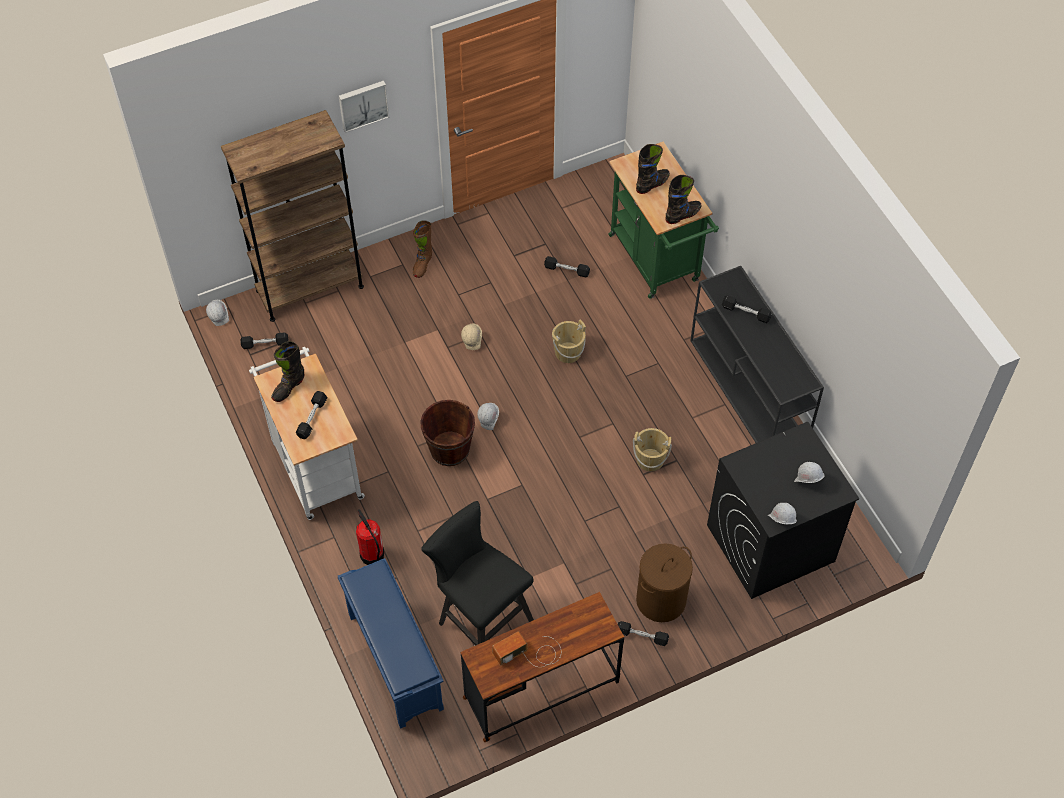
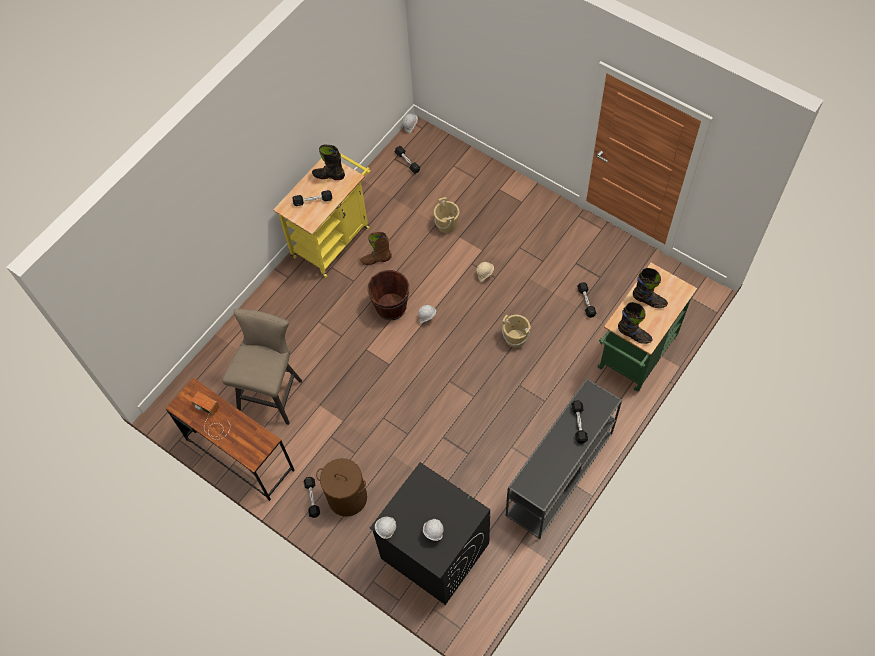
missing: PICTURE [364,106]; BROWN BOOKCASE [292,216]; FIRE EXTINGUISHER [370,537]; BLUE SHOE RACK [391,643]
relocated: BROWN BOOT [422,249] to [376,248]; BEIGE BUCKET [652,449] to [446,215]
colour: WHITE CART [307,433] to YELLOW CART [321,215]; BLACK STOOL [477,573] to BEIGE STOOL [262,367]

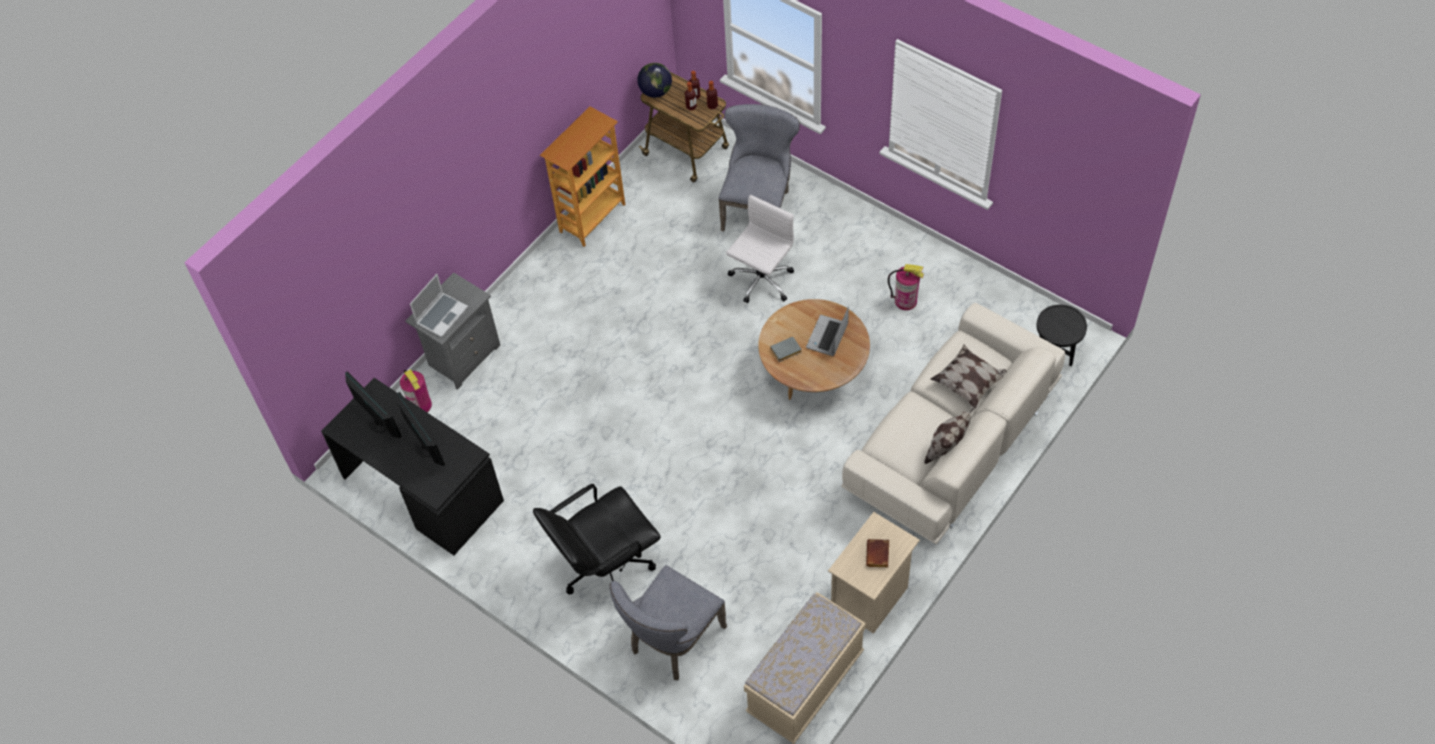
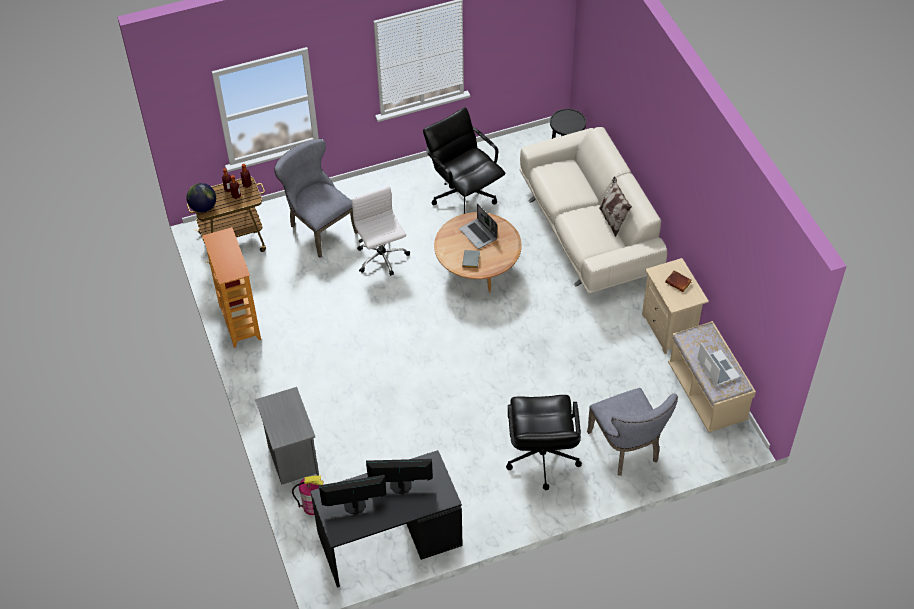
missing: PILLOW [969,377]
relocated: LAPTOP [439,305] to [718,365]
exchanged: FIRE EXTINGUISHER [906,287] to BLACK OFFICE CHAIR [464,160]

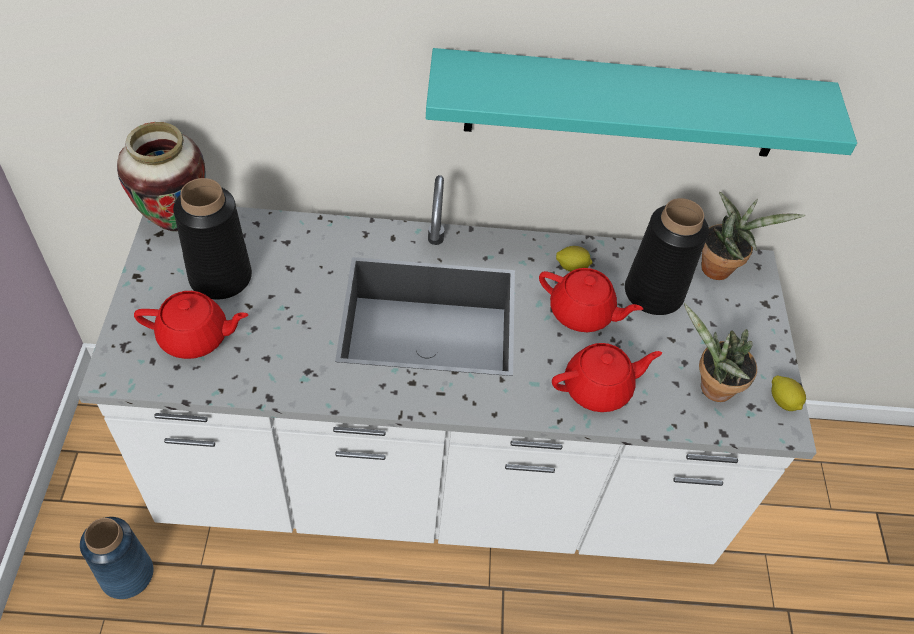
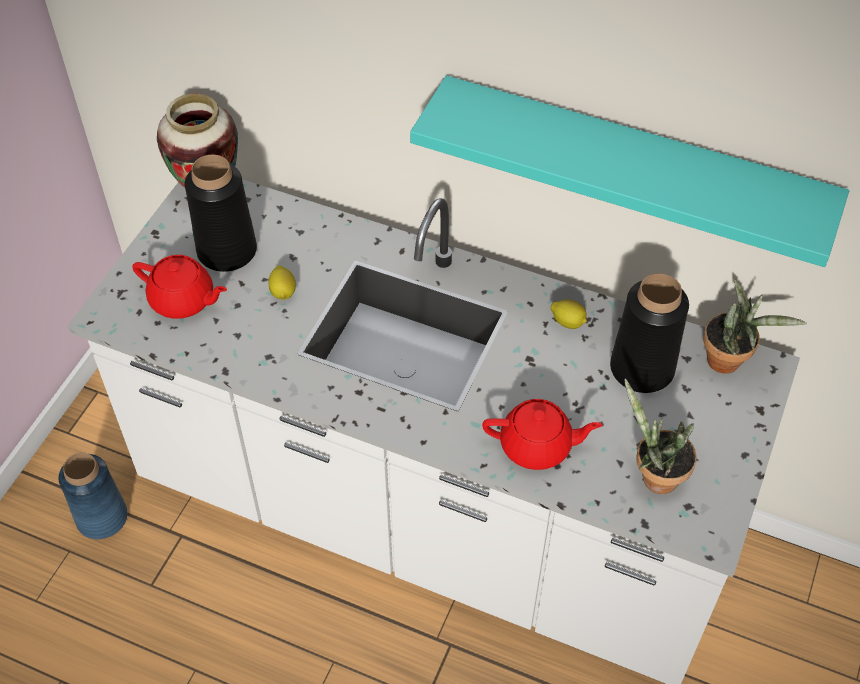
missing: RED TEAPOT [591,300]
relocated: LEMON [788,393] to [282,282]

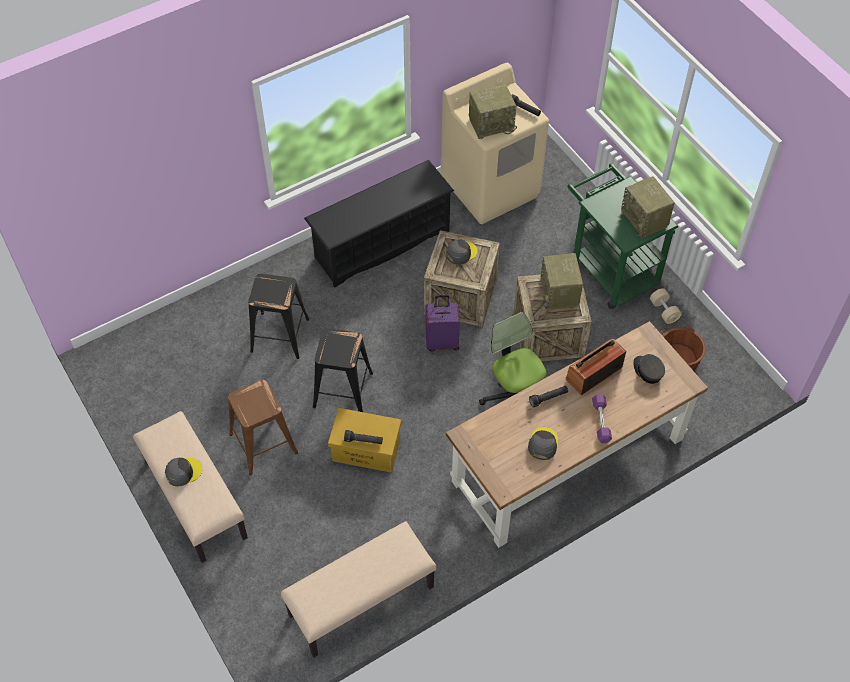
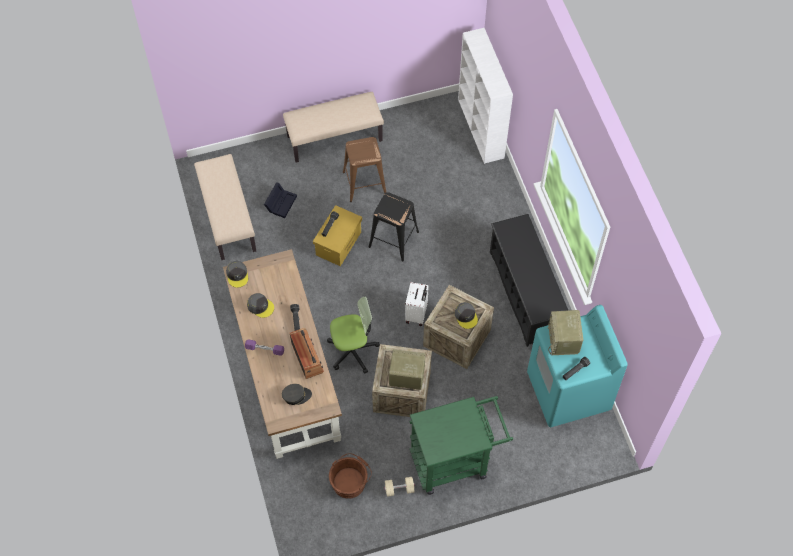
missing: RADIO [648,207]; BLACK STOOL [278,316]
appeared: WHITE BOOKCASE [485,96]; BLACK STORAGE BOX [280,200]
relocated: GREY CAP [183,472] to [237,274]
colour: BEIGE WASHING MACHINE [495,143] to TURQUOISE WASHING MACHINE [577,366]; PURPLE SUITCASE [443,323] to WHITE SUITCASE [417,304]

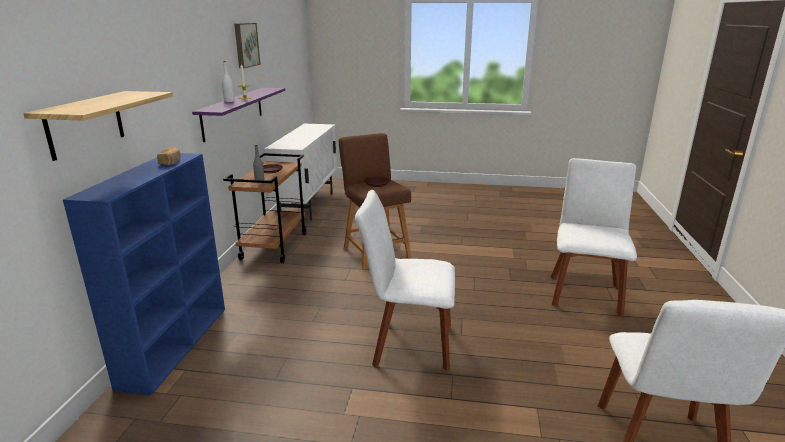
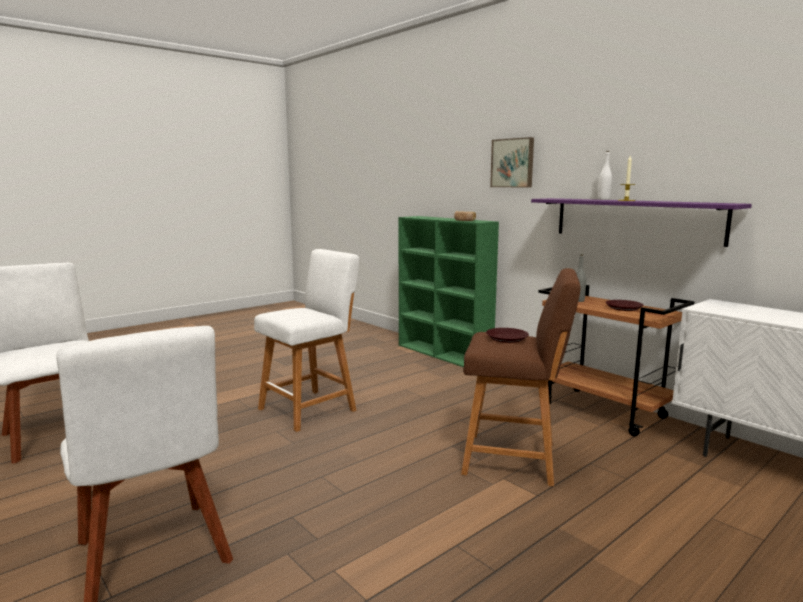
missing: SHELF [98,126]
relocated: PICTURE [247,45] to [512,162]
exchanged: WHITE CHAIR [405,280] to WHITE STOOL [307,340]
colour: BLUE BOOKCASE [144,274] to GREEN BOOKCASE [449,291]

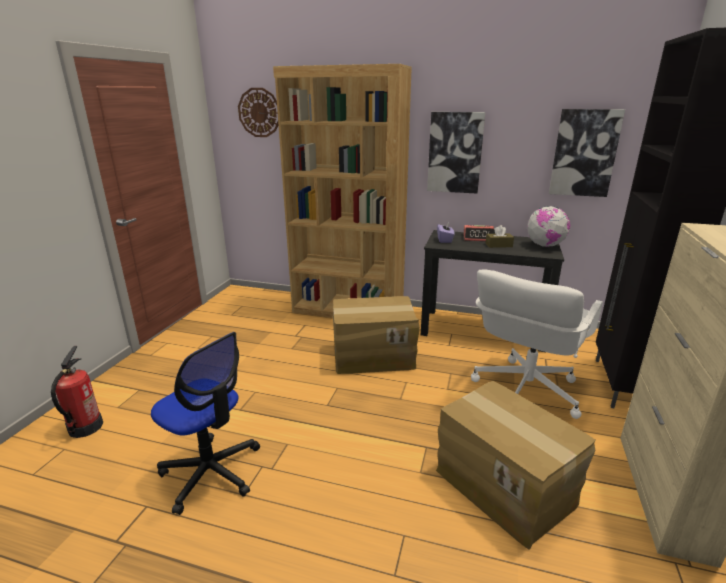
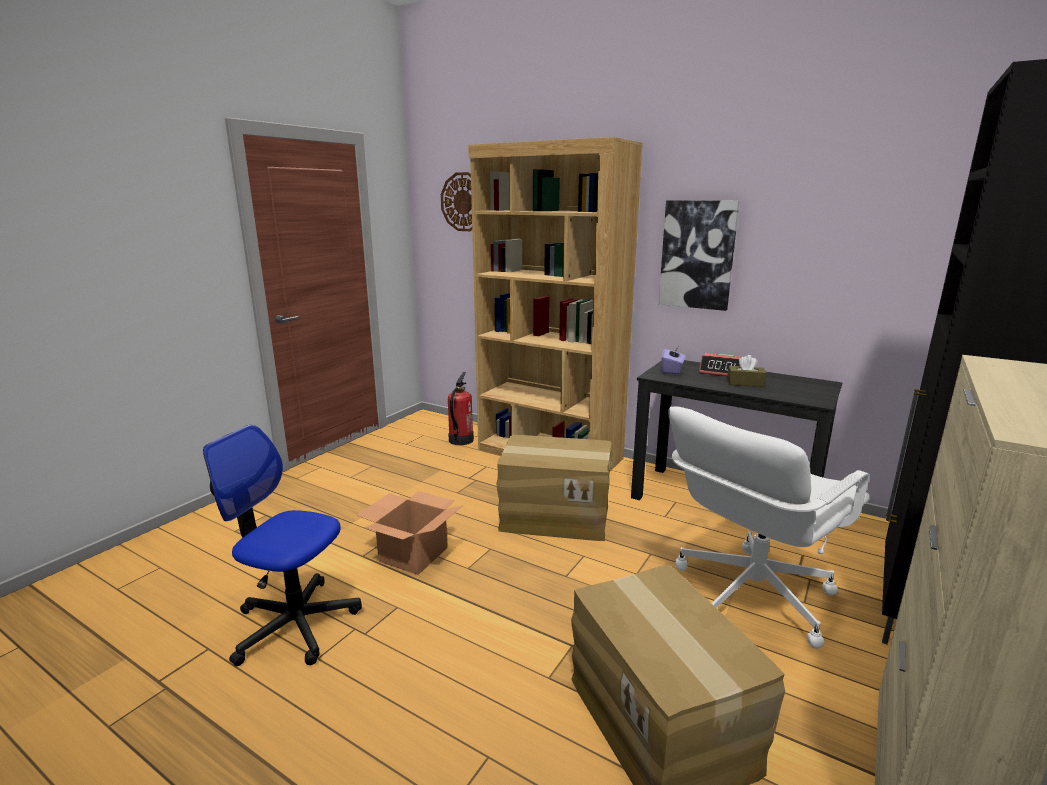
missing: PICTURE [587,153]; GLOBE [548,226]
appeared: CARDBOARD BOX [409,533]
relocated: FIRE EXTINGUISHER [77,392] to [461,408]
spun: OFFICE CHAIR [205,423] = [282,545] 150 degrees clockwise

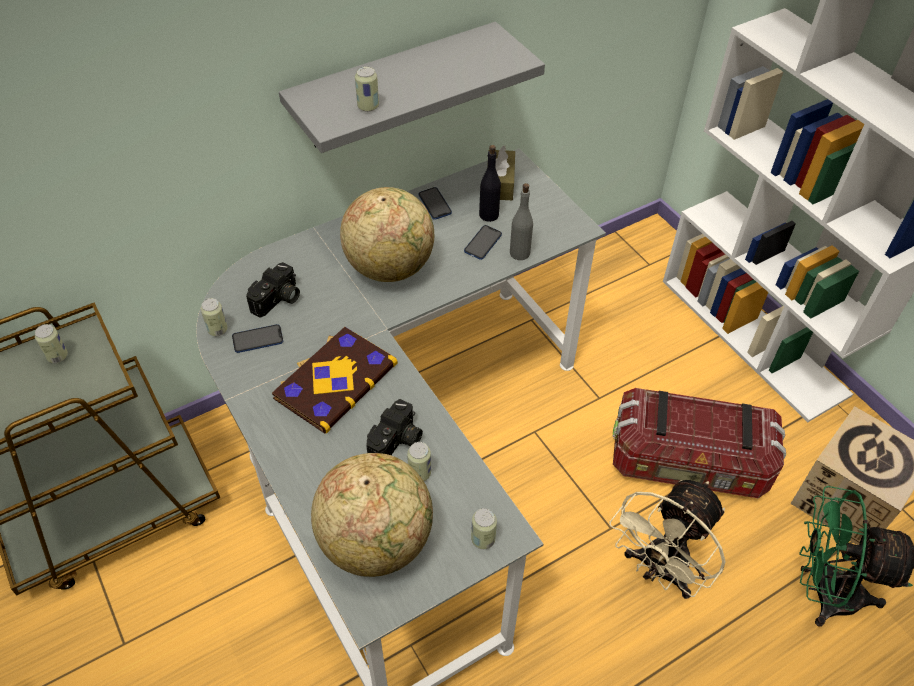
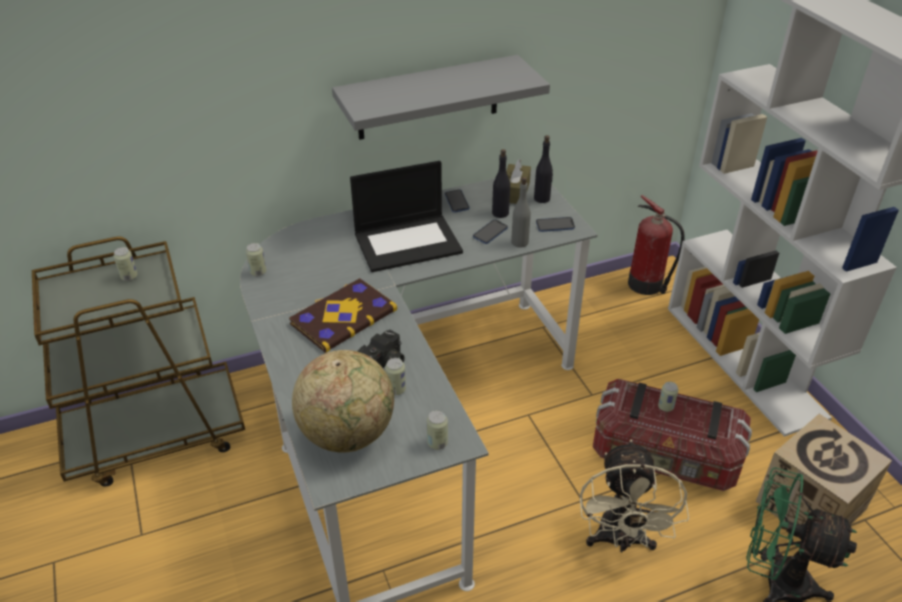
missing: PHOTO CAMERA [273,290]
appeared: BLACK BOTTLE [543,169]; FIRE EXTINGUISHER [656,245]
relocated: CAN [367,89] to [668,397]; PHONE [257,338] to [555,224]
exchanged: GLOBE [387,234] to LAPTOP [406,216]
spun: BEIGE FAN [667,539] = [634,496] 45 degrees counterclockwise

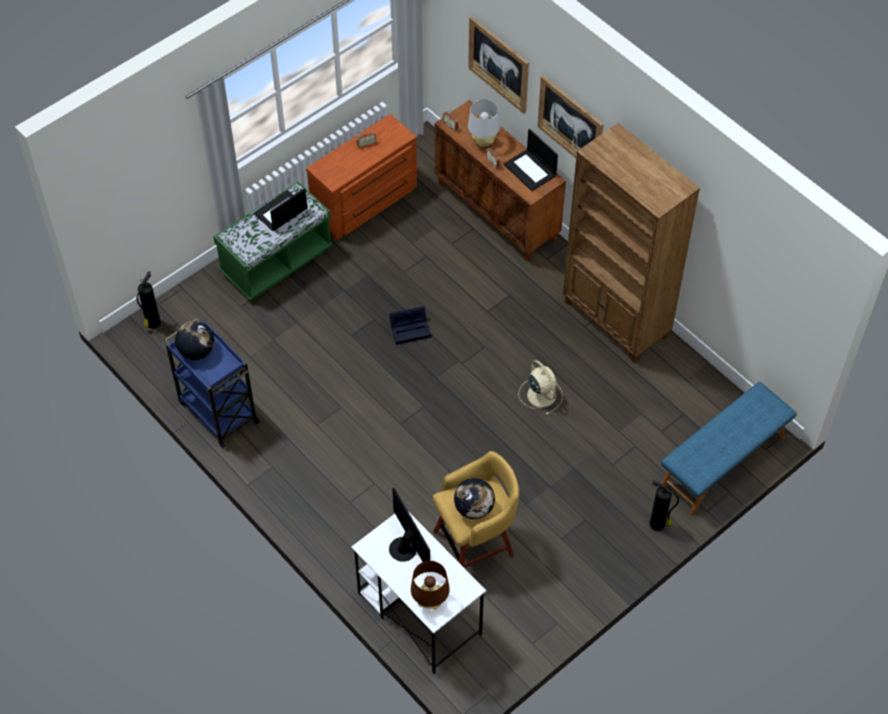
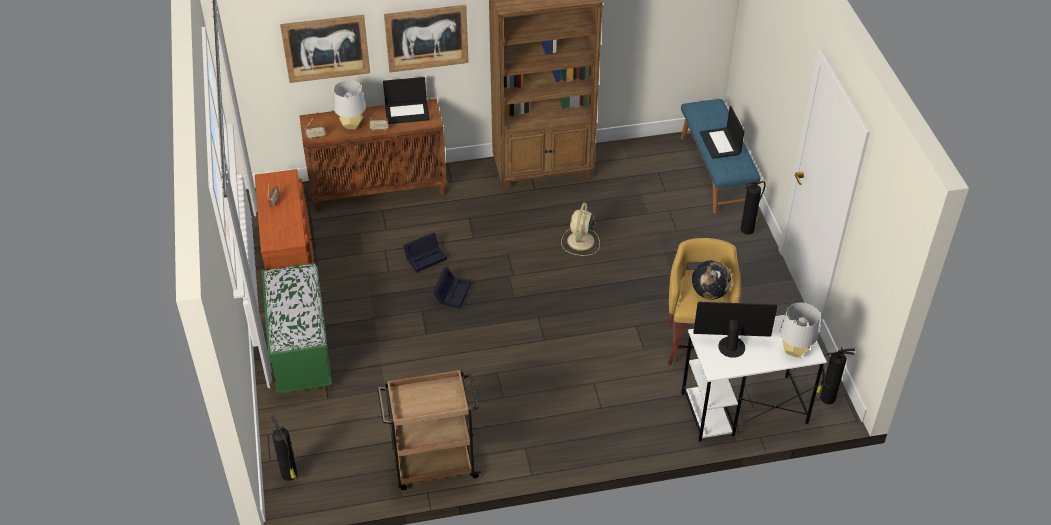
missing: GLOBE [195,340]
appeared: BLACK STORAGE BOX [425,252]; FIRE EXTINGUISHER [835,375]
relocated: LAPTOP [280,209] to [722,132]
colour: BLUE CART [212,383] to BROWN CART [429,429]; BROWN TABLE LAMP [430,585] to GREY TABLE LAMP [800,330]
spun: BEIGE FAN [541,387] = [580,229] 75 degrees counterclockwise

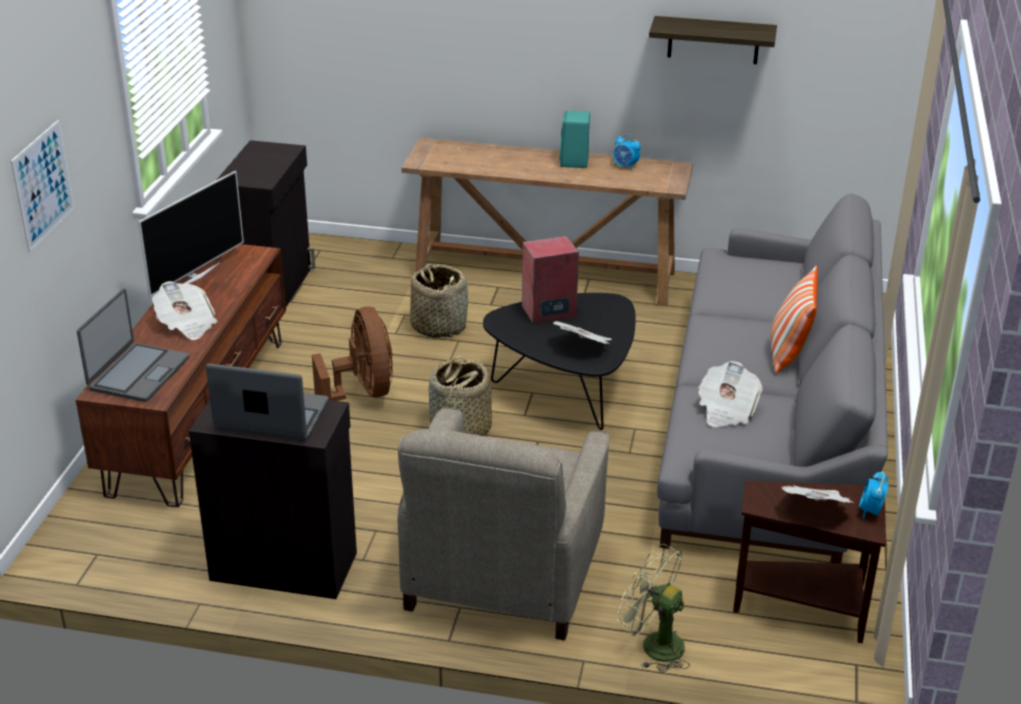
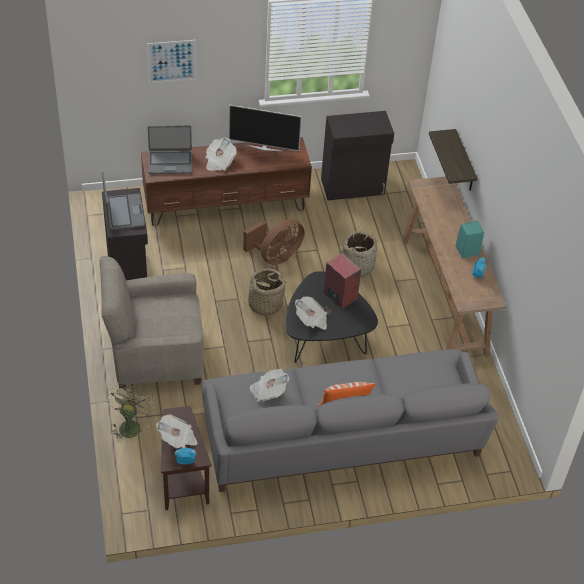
relocated: SHELF [713,40] to [453,160]

